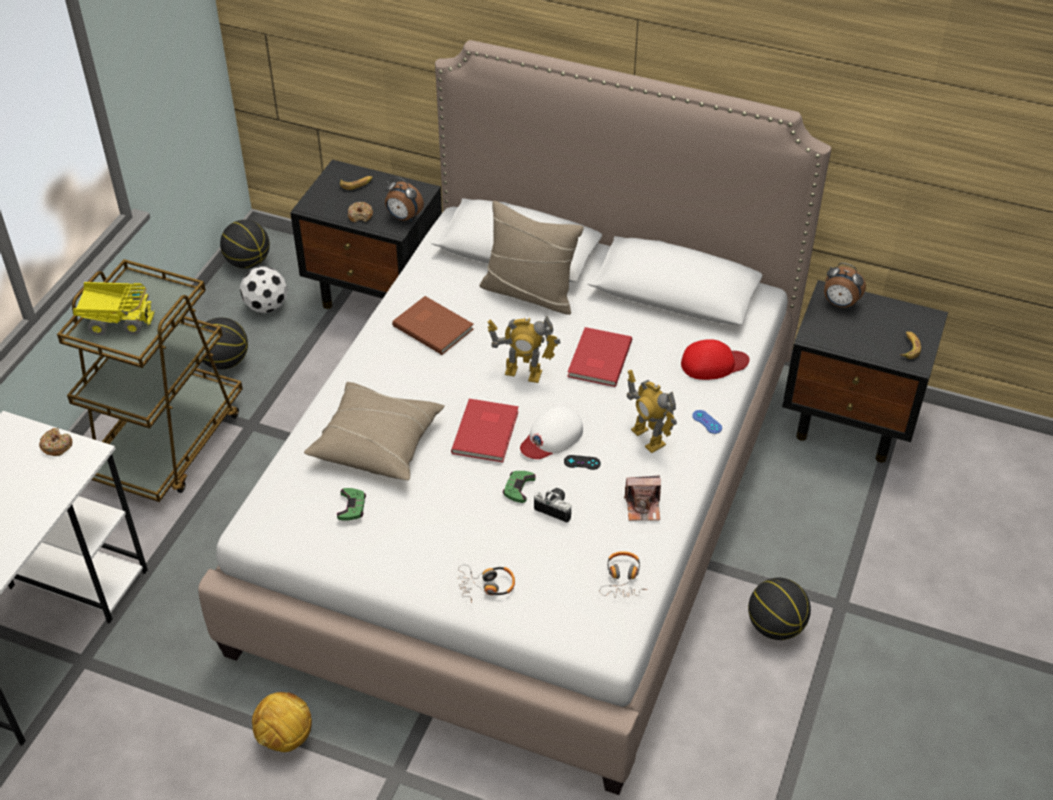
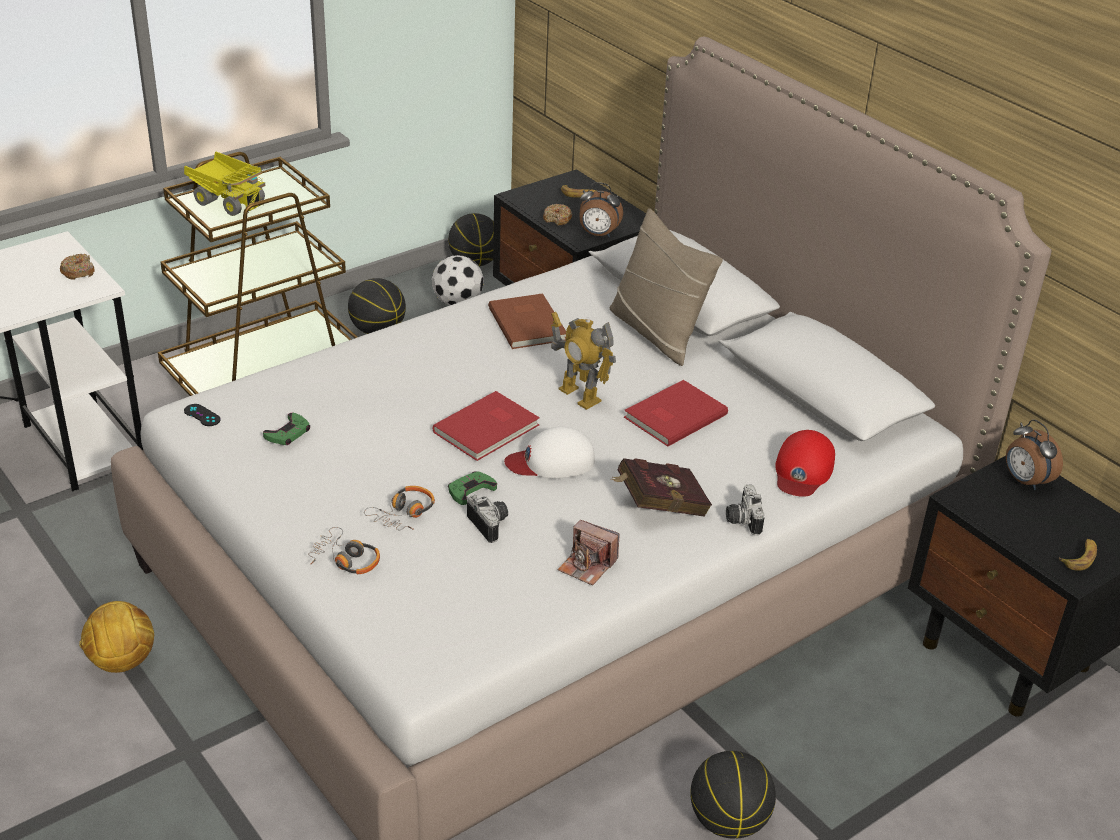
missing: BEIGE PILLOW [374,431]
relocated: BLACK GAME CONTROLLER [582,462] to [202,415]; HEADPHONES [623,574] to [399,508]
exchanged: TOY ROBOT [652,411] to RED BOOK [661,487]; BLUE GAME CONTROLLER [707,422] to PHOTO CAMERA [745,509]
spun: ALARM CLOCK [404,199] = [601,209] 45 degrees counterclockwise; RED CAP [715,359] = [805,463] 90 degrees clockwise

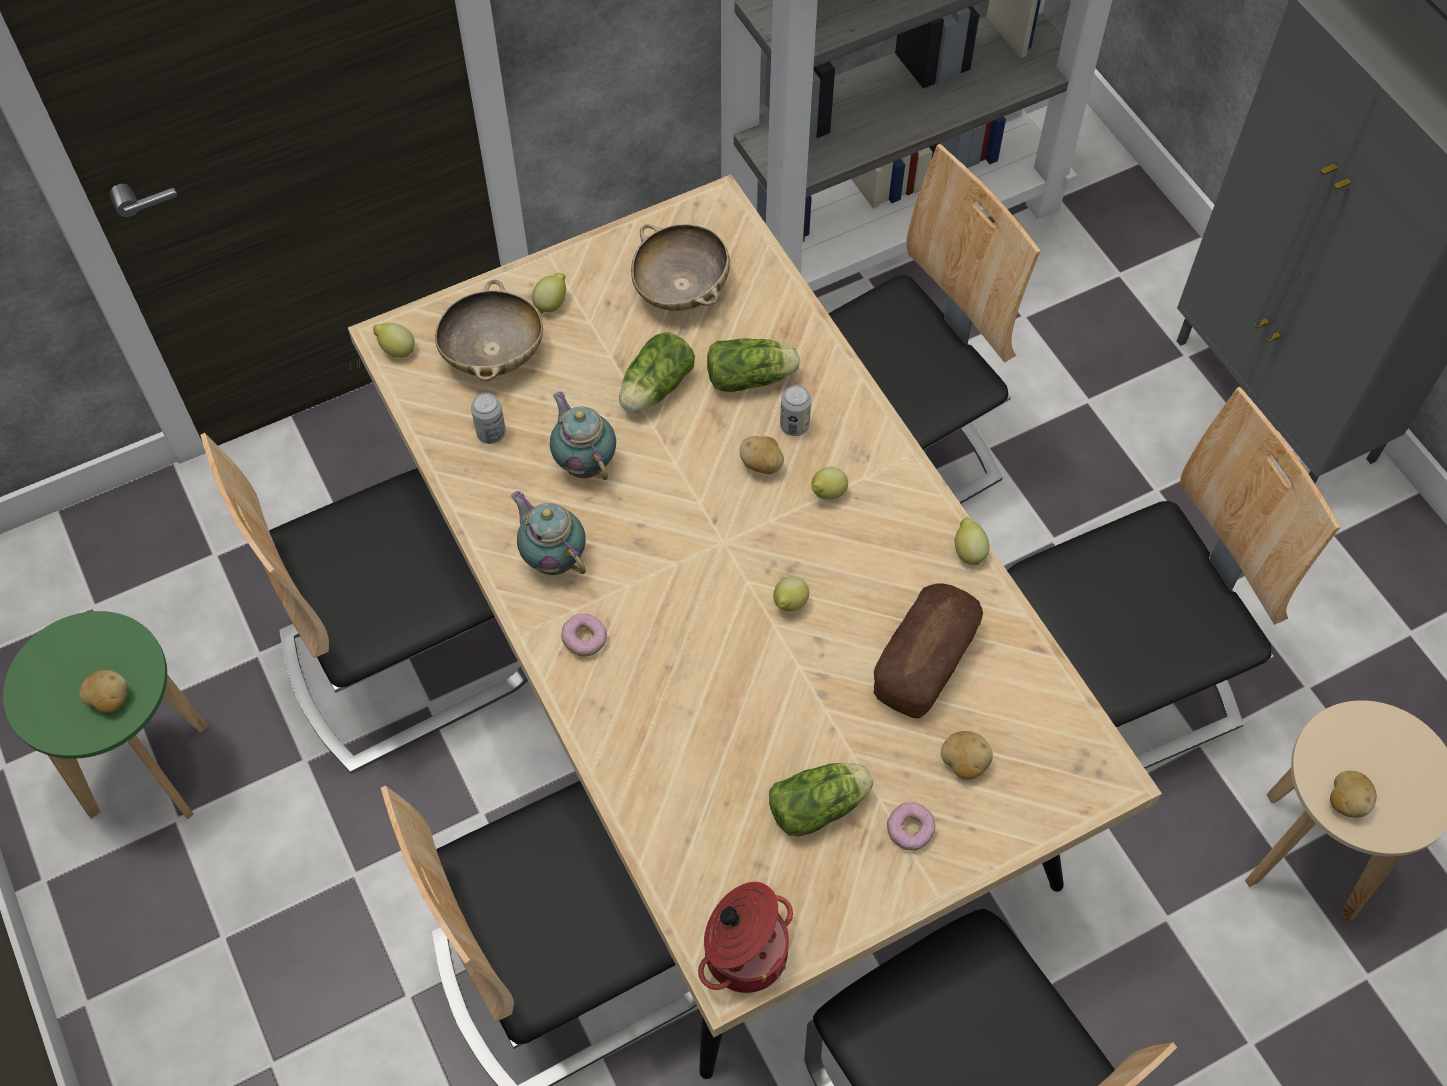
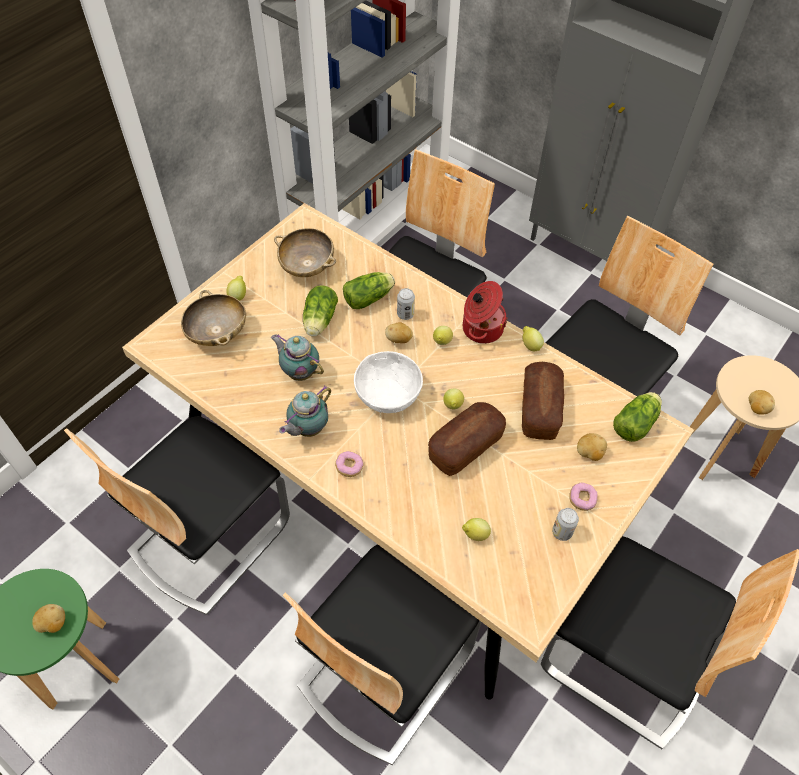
appeared: WHITE BOWL [388,382]; BREAD [467,439]
relocated: LEMON [394,340] to [476,529]; CAN [488,418] to [565,524]; LETTUCE [821,799] to [637,417]; COOKING POT [745,937] to [485,312]
spun: TEAPOT [548,533] = [305,411] 75 degrees counterclockwise

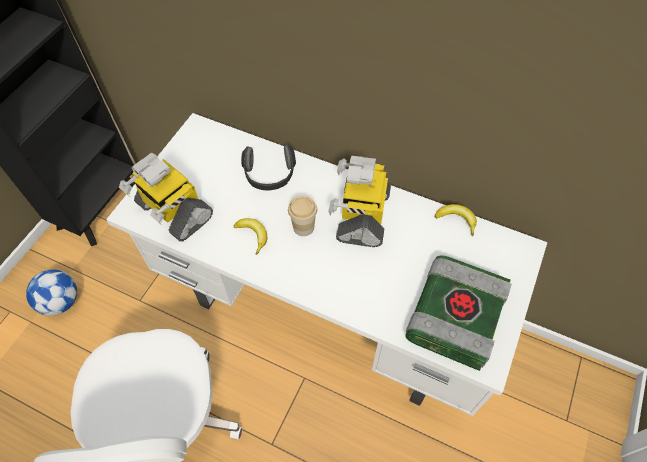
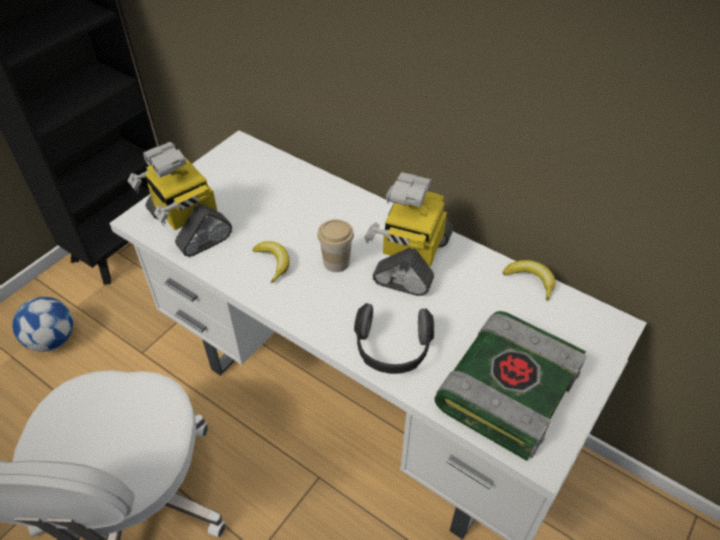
relocated: HEADPHONES [268,167] to [394,338]

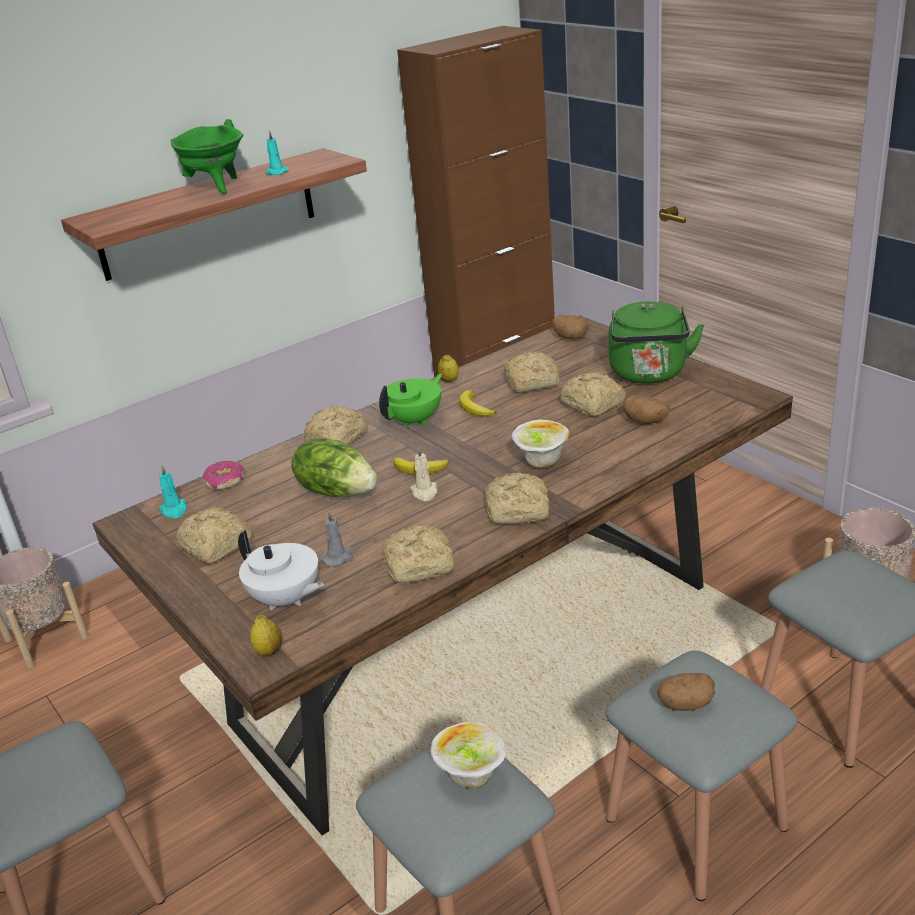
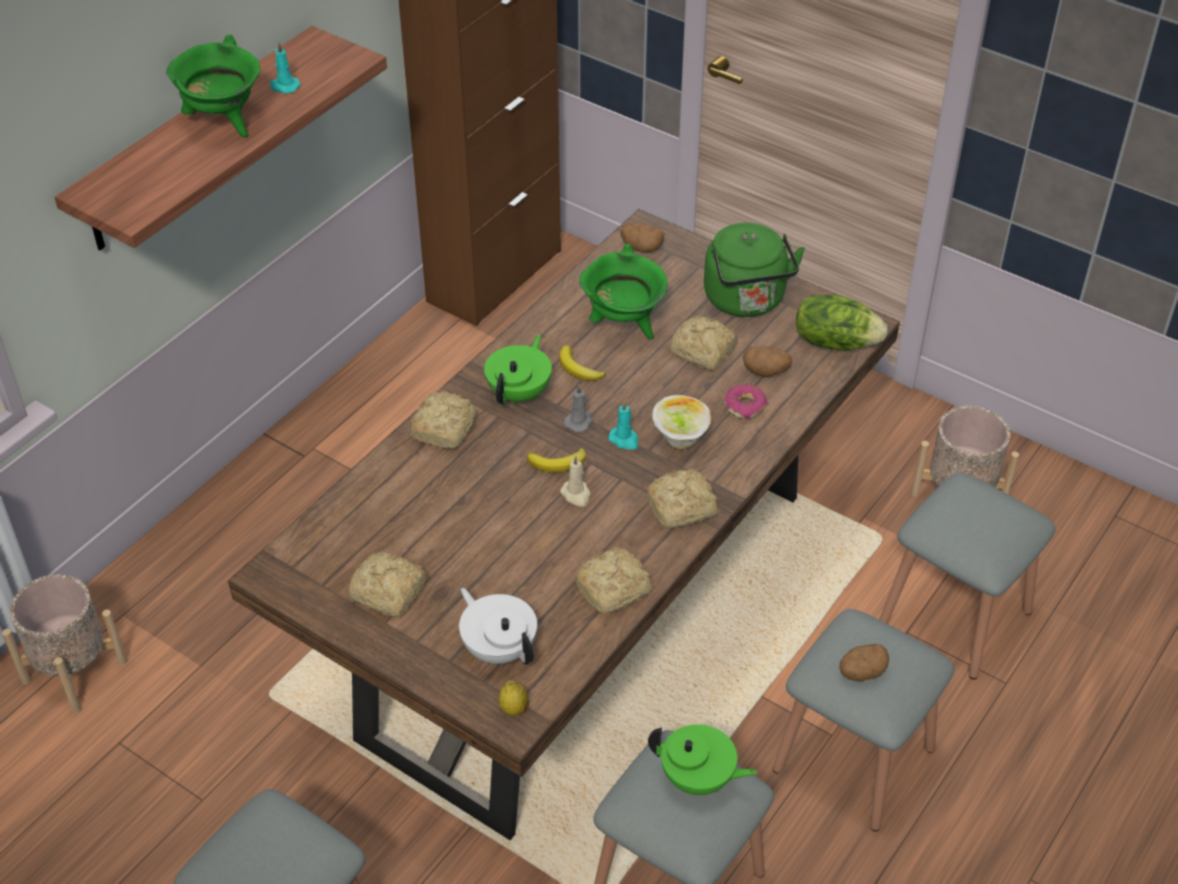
missing: LEMON [448,368]
relocated: LETTUCE [334,468] to [842,322]; DONUT [224,475] to [746,401]; TURQUOISE CANDLE [173,491] to [623,425]; GREY CANDLE [338,538] to [579,408]
exchanged: BREAD [532,372] to GREEN COOKING POT [623,291]; BOWL [467,755] to GREEN TEAPOT [702,759]
spun: WHITE TEAPOT [281,570] = [498,626] 150 degrees counterclockwise

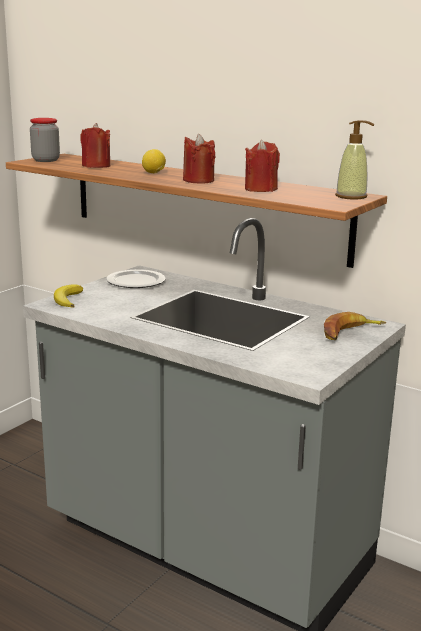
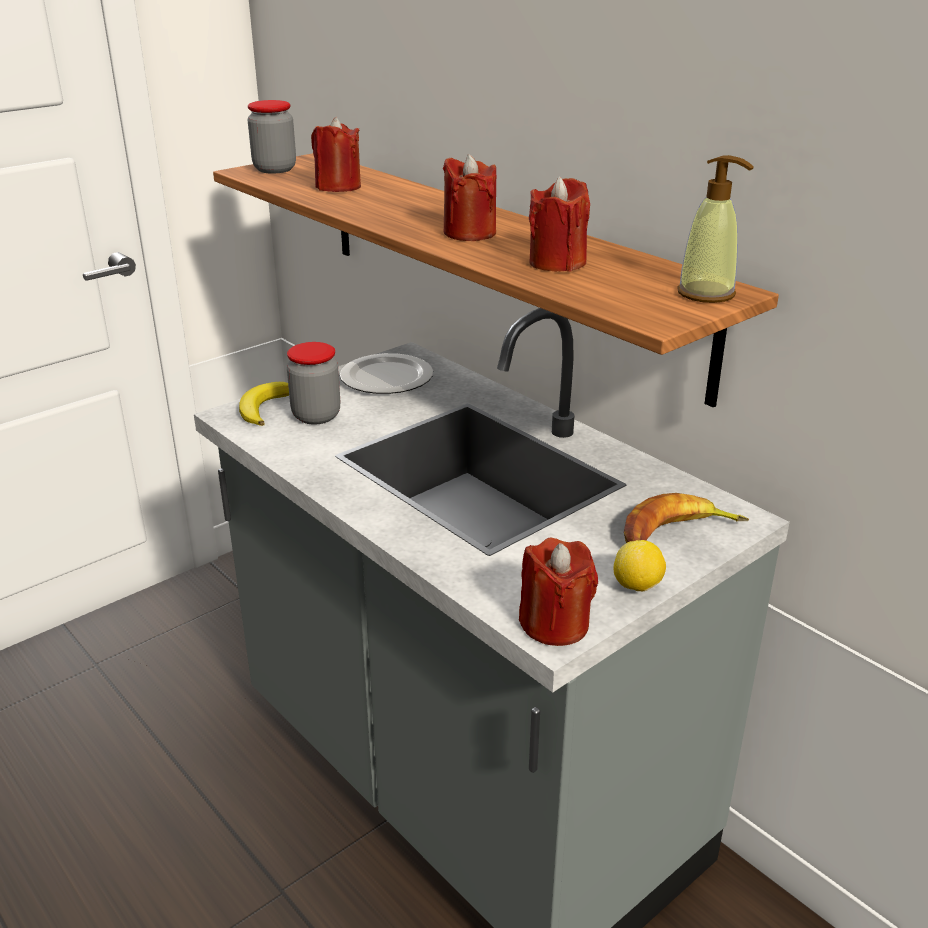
appeared: JAR [313,383]; RED CANDLE [558,592]
relocated: LEMON [154,161] to [640,565]

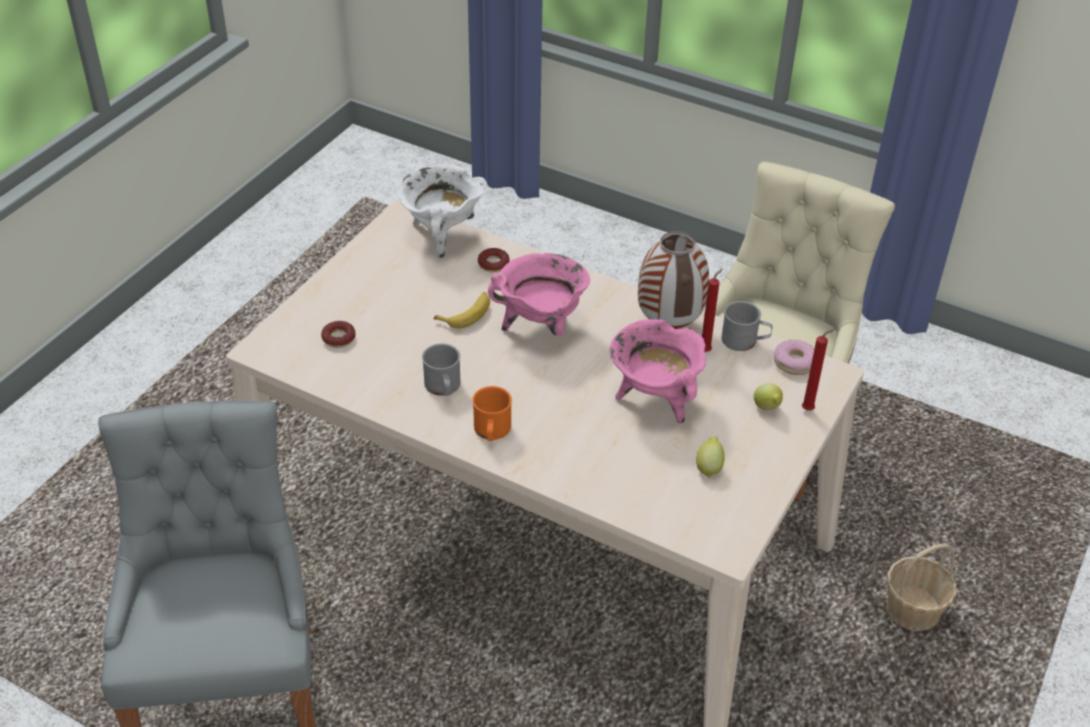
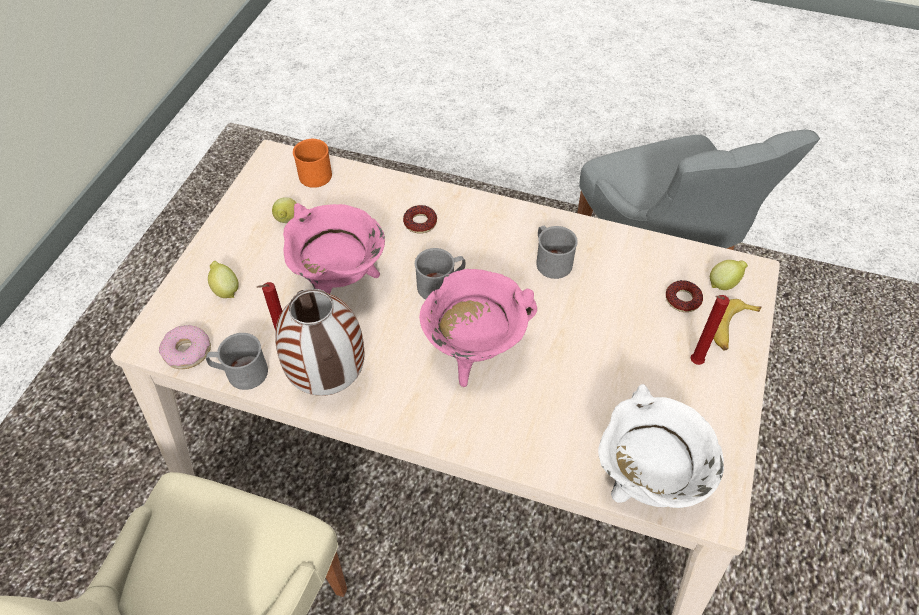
missing: BASKET [921,587]
appeared: GREY MUG [440,273]; LEMON [729,275]
relocated: DONUT [494,260] to [420,219]; BANANA [462,310] to [737,325]; RED CANDLE [818,370] to [710,330]; ORANGE MUG [492,413] to [312,163]

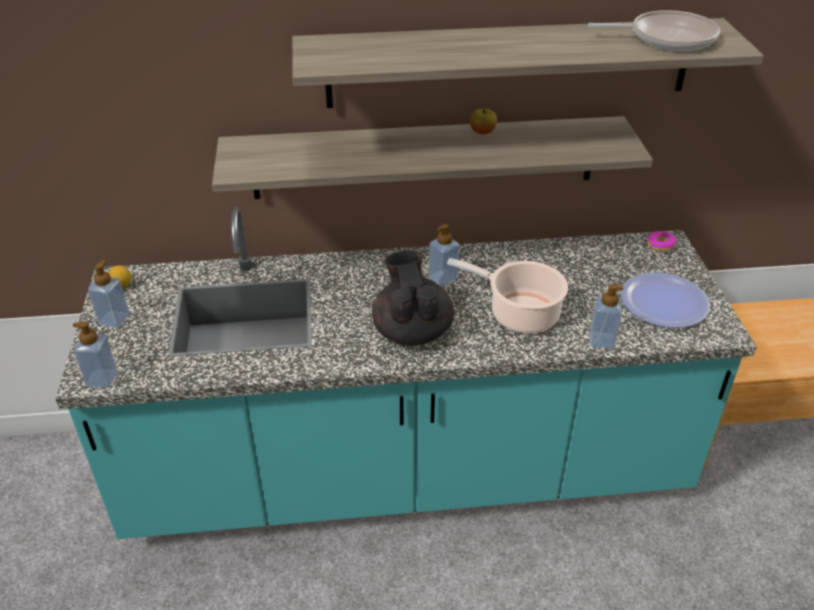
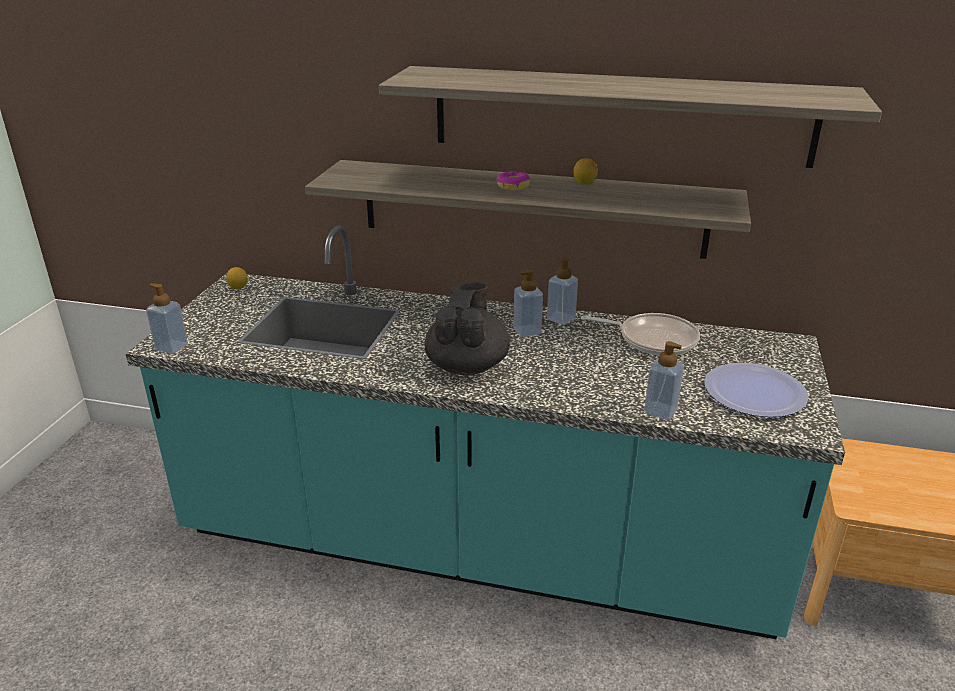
missing: COOKING POT [507,295]
relocated: FRYING PAN [654,30] to [640,334]; DONUT [662,241] to [513,180]; SOAP DISPENSER [109,294] to [562,290]
exchanged: APPLE [483,121] to LEMON [585,171]

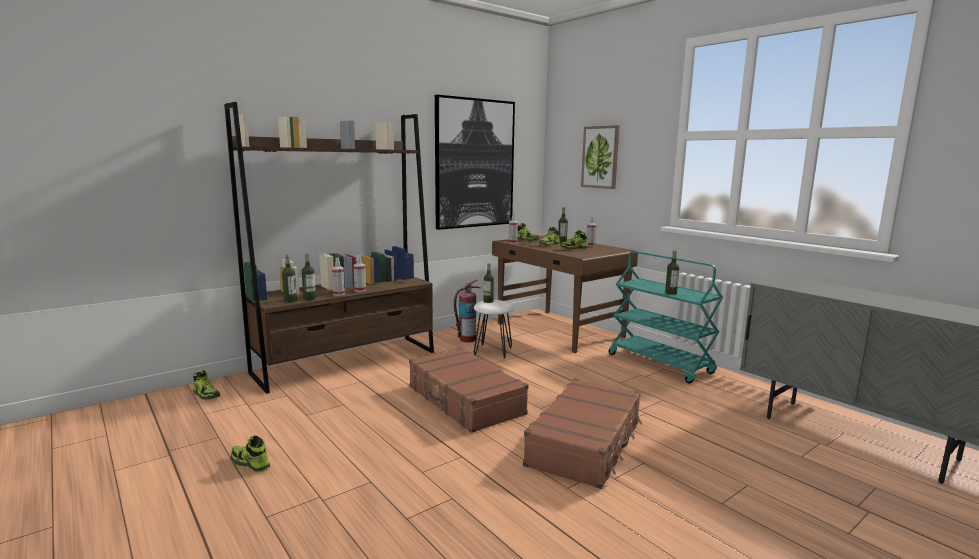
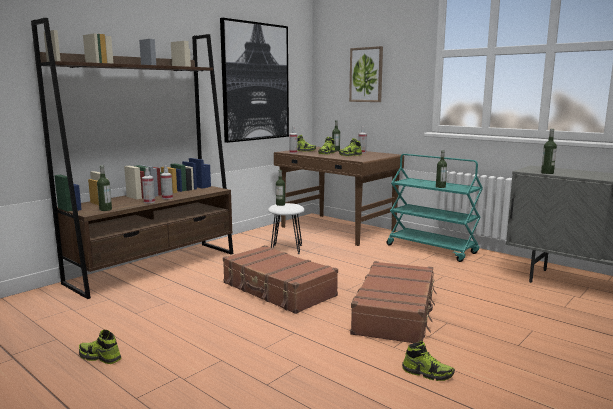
missing: FIRE EXTINGUISHER [467,311]
relocated: BOTTLE [309,276] to [549,151]; SHOE [206,385] to [428,361]

